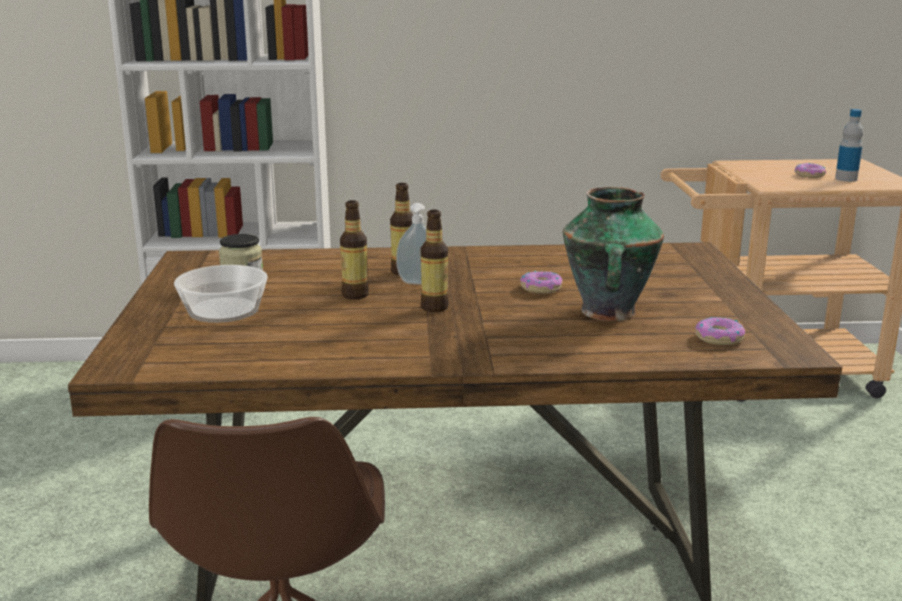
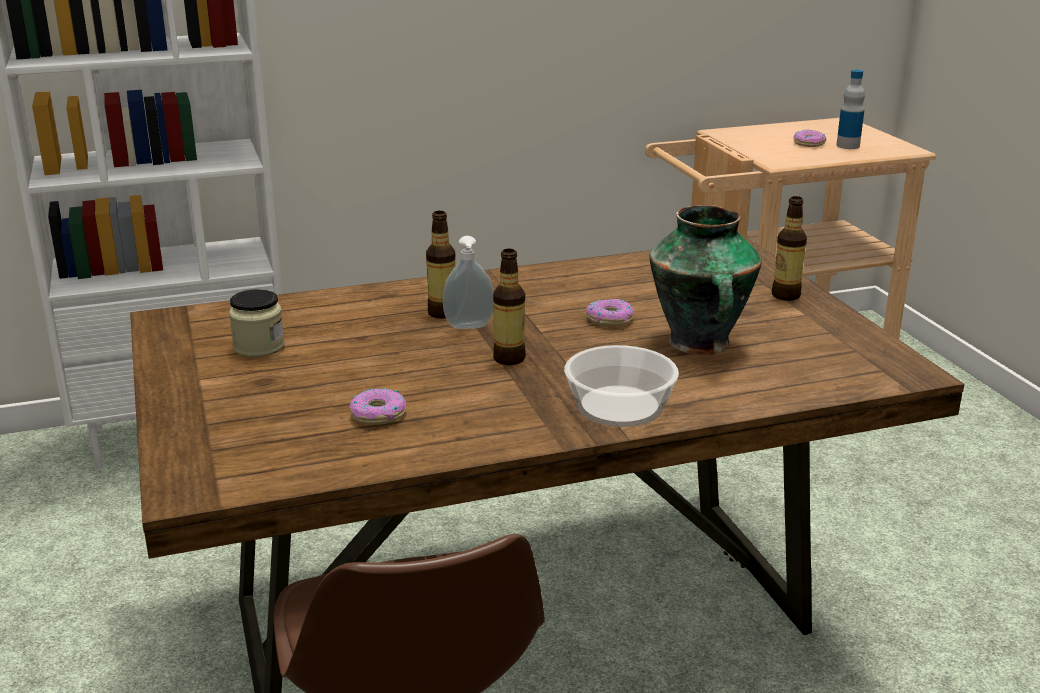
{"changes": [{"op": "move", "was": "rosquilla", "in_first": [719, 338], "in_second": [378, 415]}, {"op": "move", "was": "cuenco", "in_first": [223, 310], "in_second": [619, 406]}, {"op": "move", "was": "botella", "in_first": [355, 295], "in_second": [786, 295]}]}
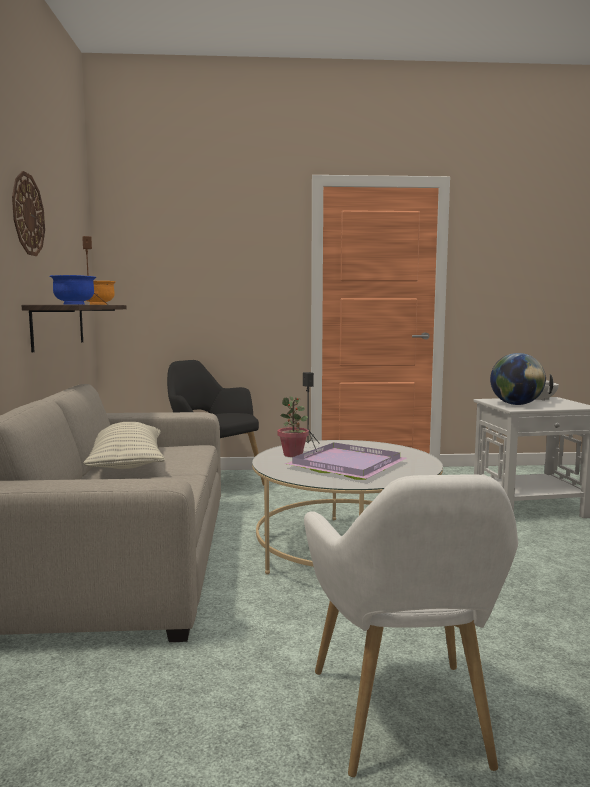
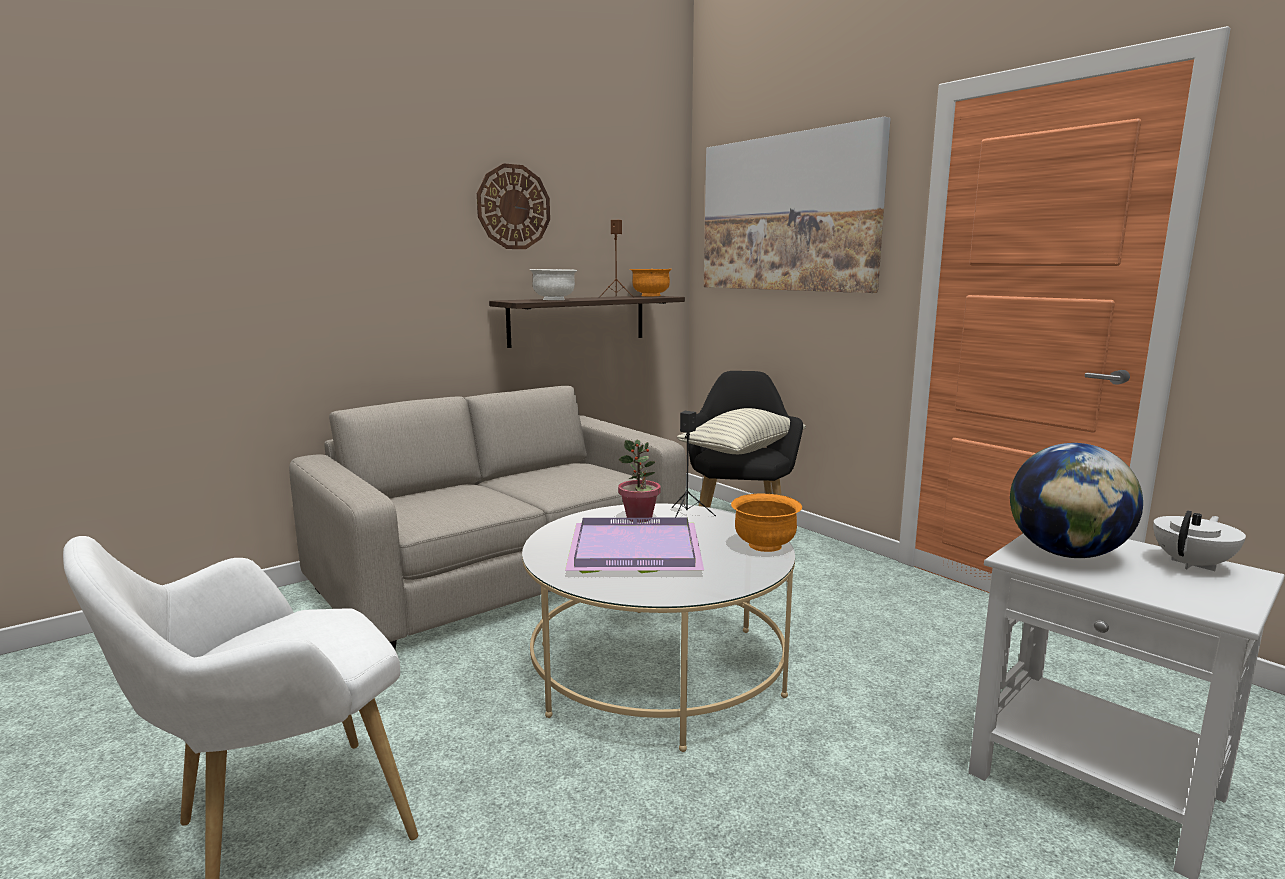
{"changes": [{"op": "recolor", "was": "cuenco [azul]", "now": "cuenco [blanco]", "in_first": [74, 304], "in_second": [554, 300]}, {"op": "move", "was": "cojín", "in_first": [127, 464], "in_second": [742, 451]}, {"op": "insert", "now": "cuadro", "in_second": [787, 214]}, {"op": "insert", "now": "cuenco [naranja]", "in_second": [764, 545]}]}
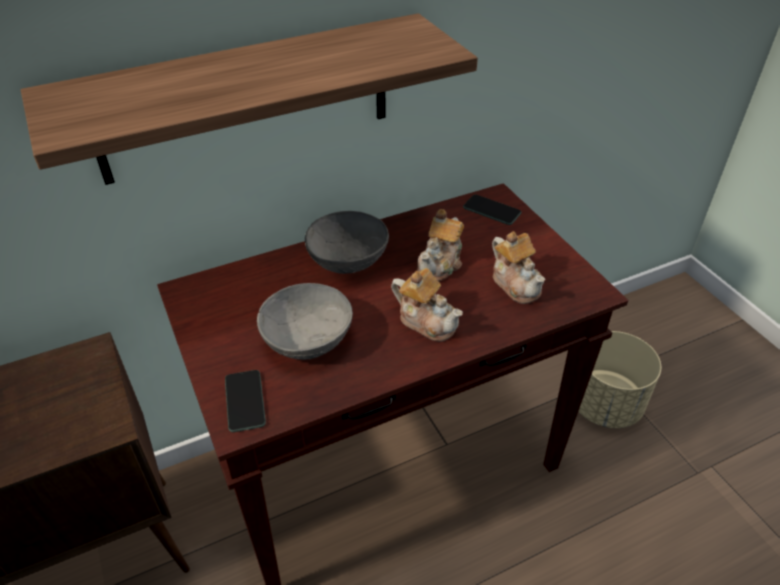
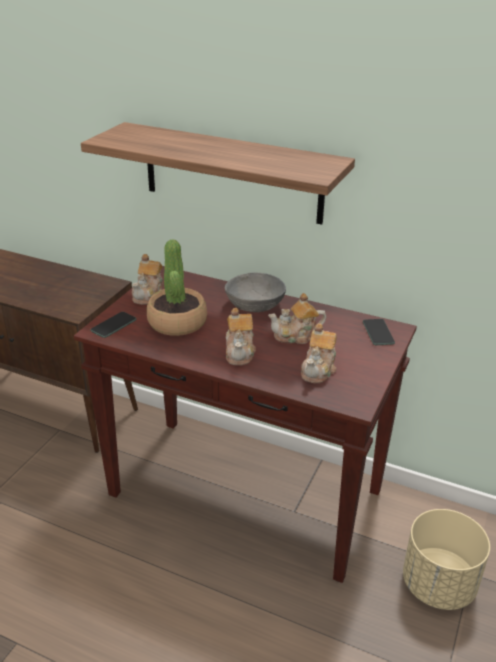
{"changes": [{"op": "insert", "now": "tetera", "in_second": [149, 295]}, {"op": "replace", "was": "cuenco [gris]", "now": "planta en maceta", "in_first": [309, 338], "in_second": [177, 322]}]}
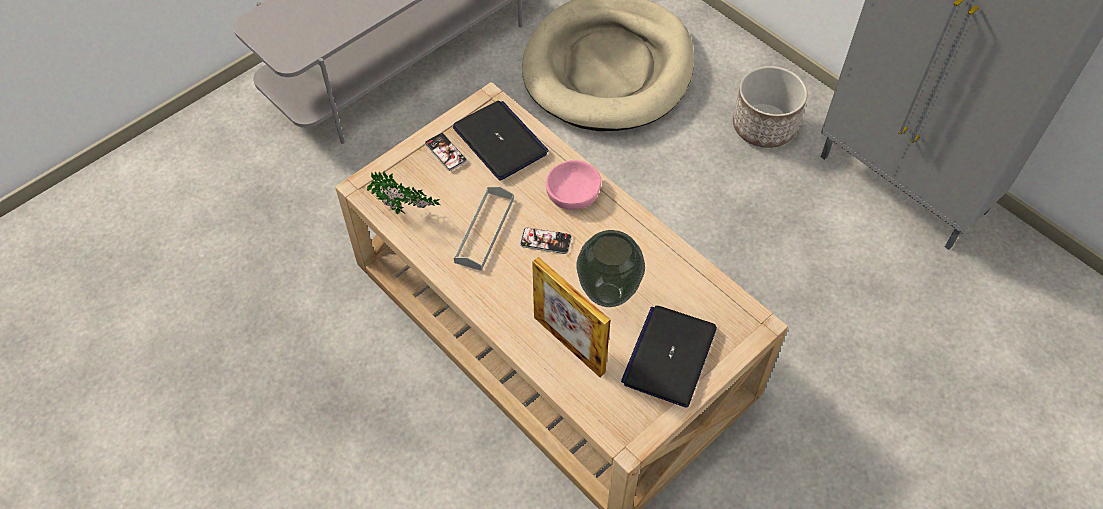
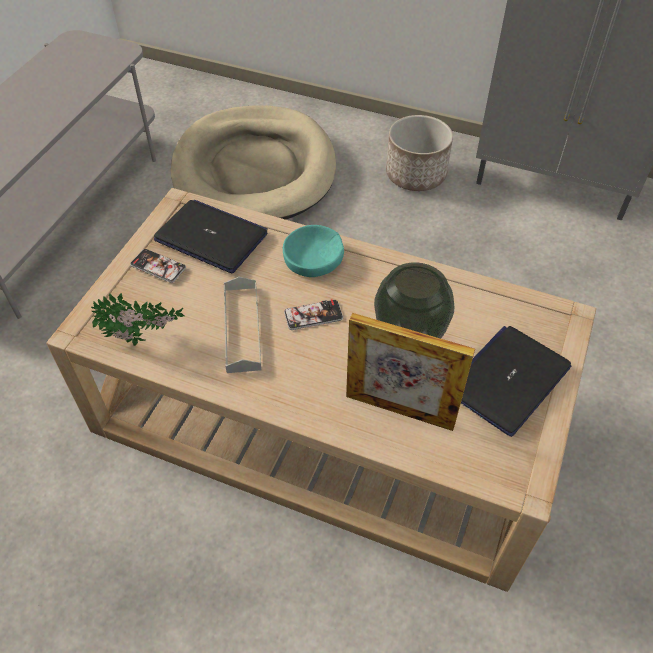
{"changes": [{"op": "recolor", "was": "cuenco [rosa]", "now": "cuenco [turquesa]", "in_first": [573, 190], "in_second": [313, 257]}, {"op": "rotate", "was": "portátil", "in_first": [669, 356], "in_second": [508, 379], "clockwise": 45}]}
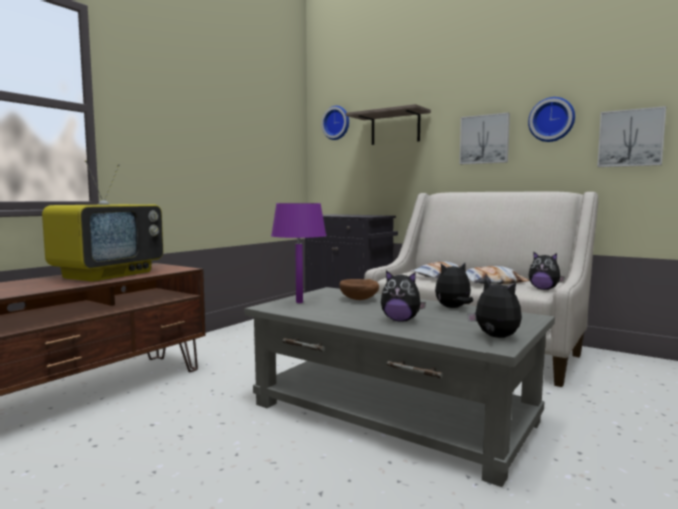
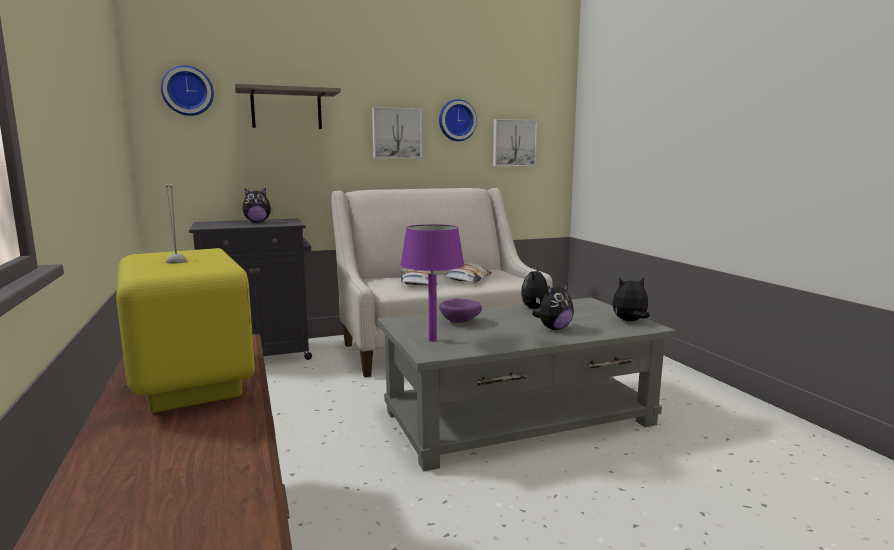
{"changes": [{"op": "move", "was": "peluche", "in_first": [544, 289], "in_second": [257, 222]}, {"op": "recolor", "was": "cuenco [marrón]", "now": "cuenco [morado]", "in_first": [359, 300], "in_second": [461, 322]}]}
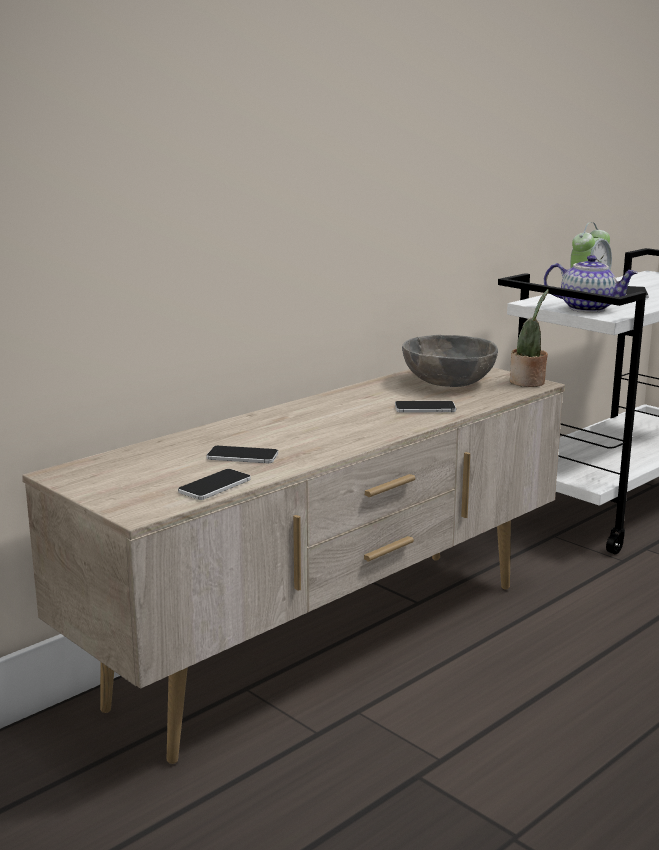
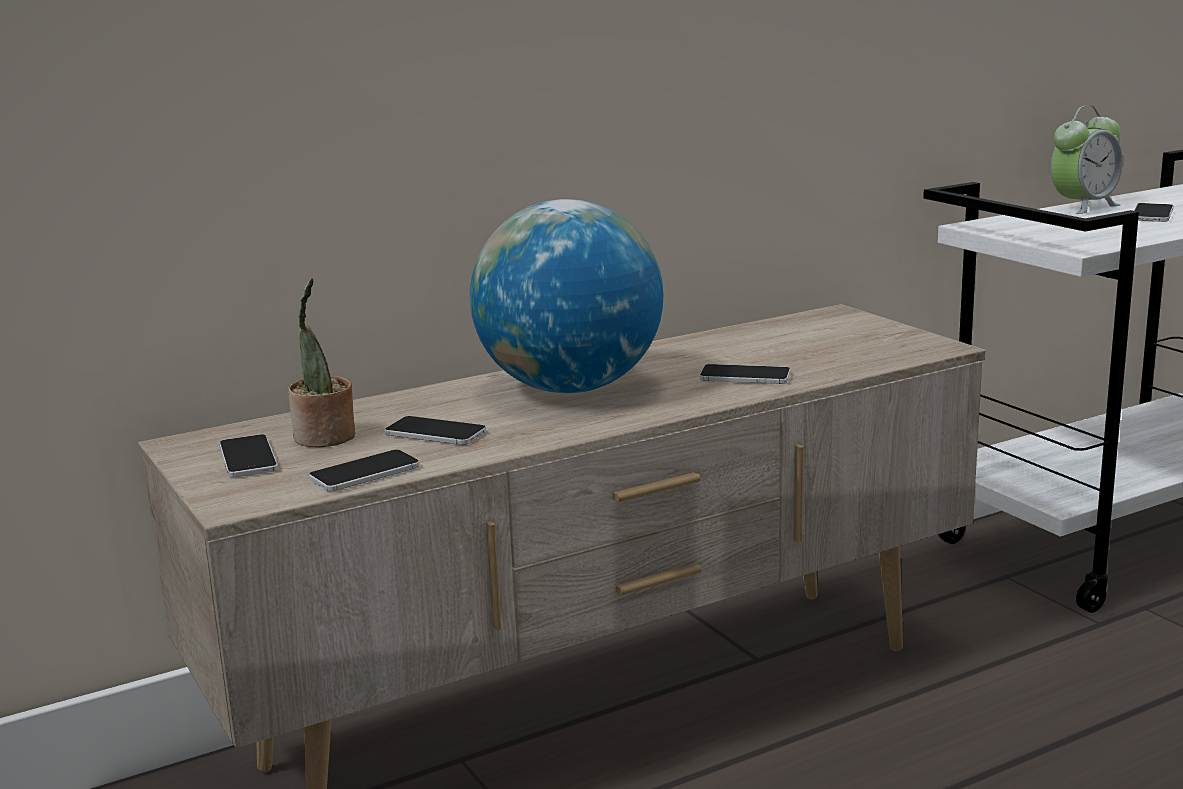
{"changes": [{"op": "insert", "now": "móvil", "in_second": [248, 458]}, {"op": "move", "was": "planta en maceta", "in_first": [528, 383], "in_second": [324, 438]}, {"op": "insert", "now": "globo terráqueo", "in_second": [569, 388]}, {"op": "delete", "was": "cuenco [gris]", "in_first": [448, 382]}, {"op": "delete", "was": "tetera", "in_first": [588, 308]}]}
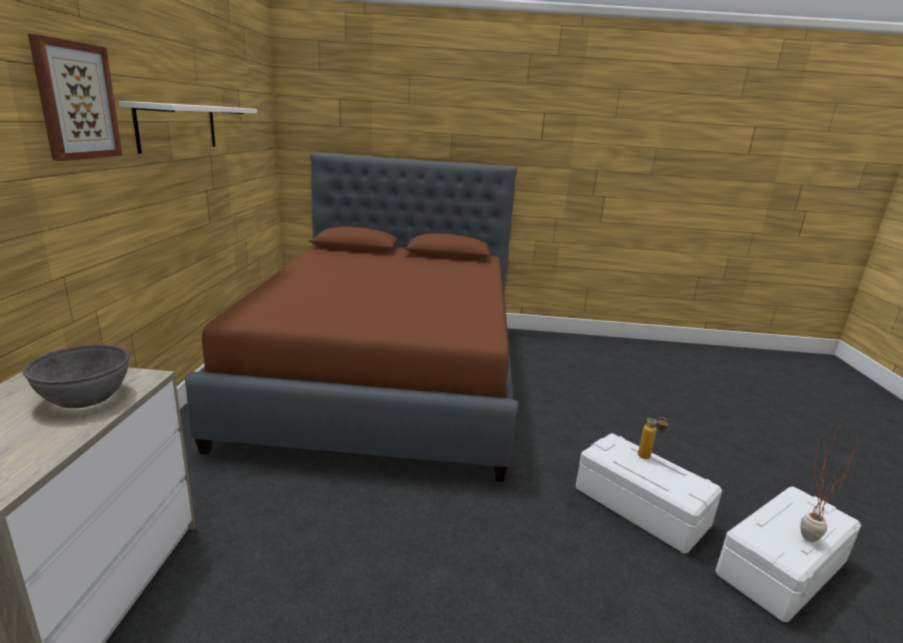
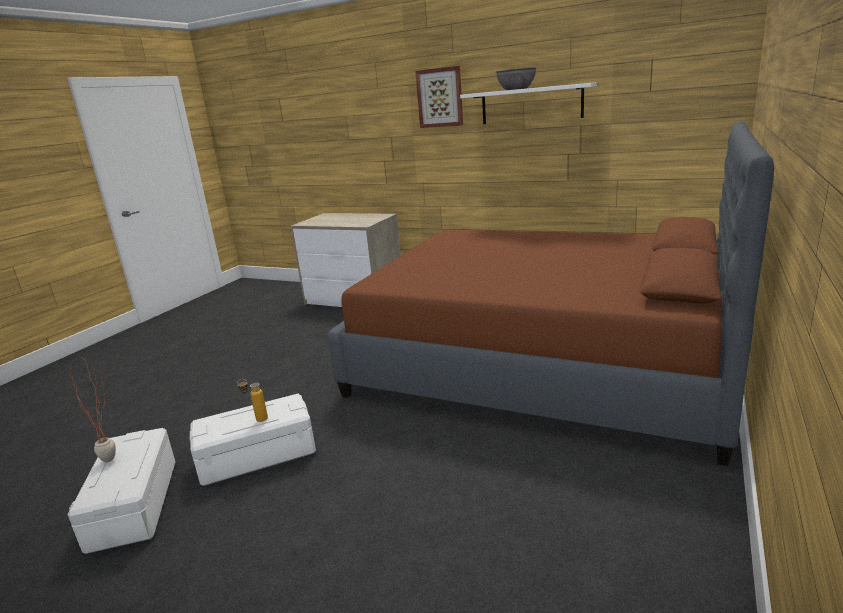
{"changes": [{"op": "move", "was": "cuenco [gris]", "in_first": [85, 397], "in_second": [516, 89]}]}
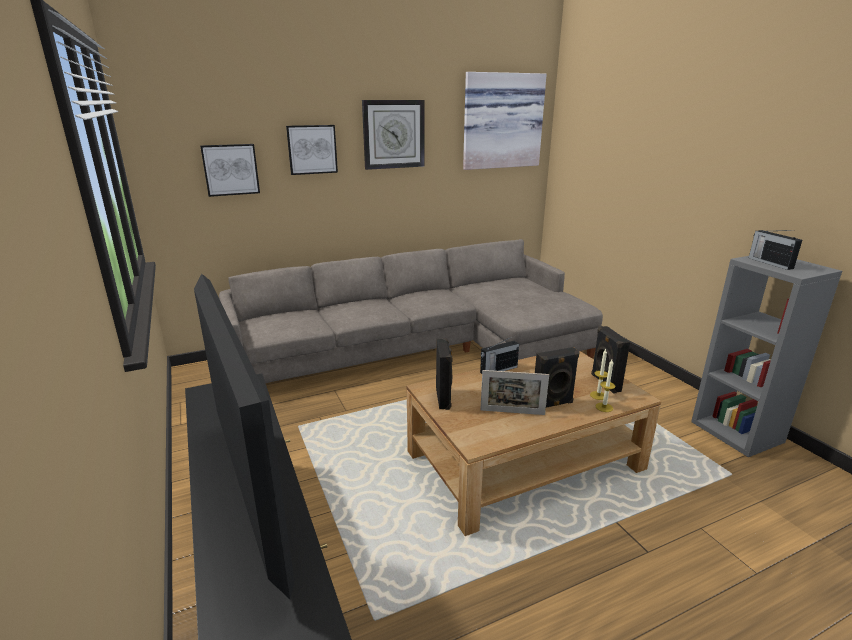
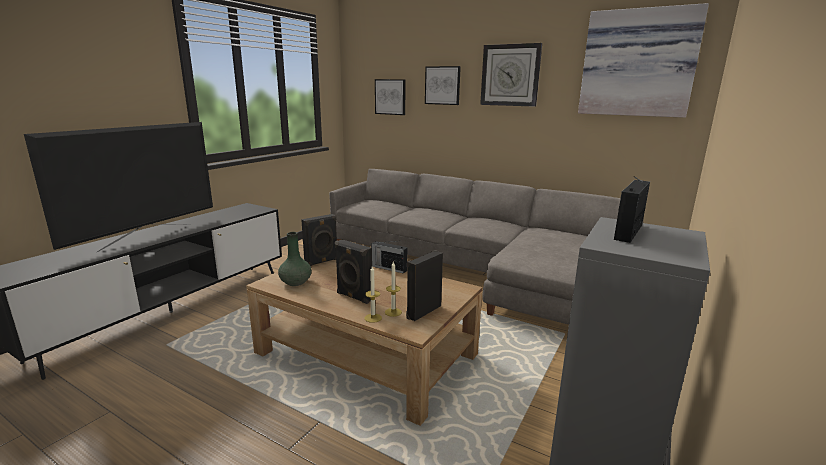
{"changes": [{"op": "insert", "now": "florero [verde]", "in_second": [296, 282]}, {"op": "delete", "was": "portarretratos", "in_first": [512, 412]}]}
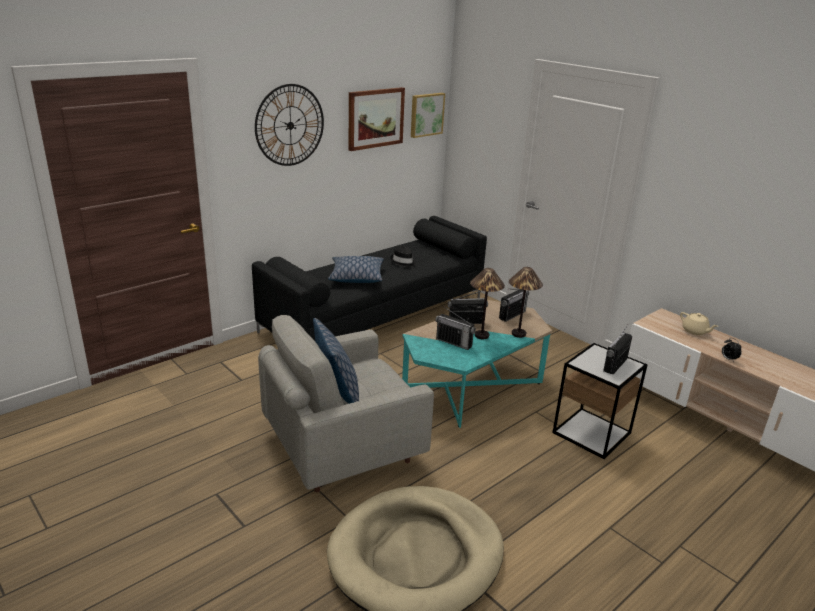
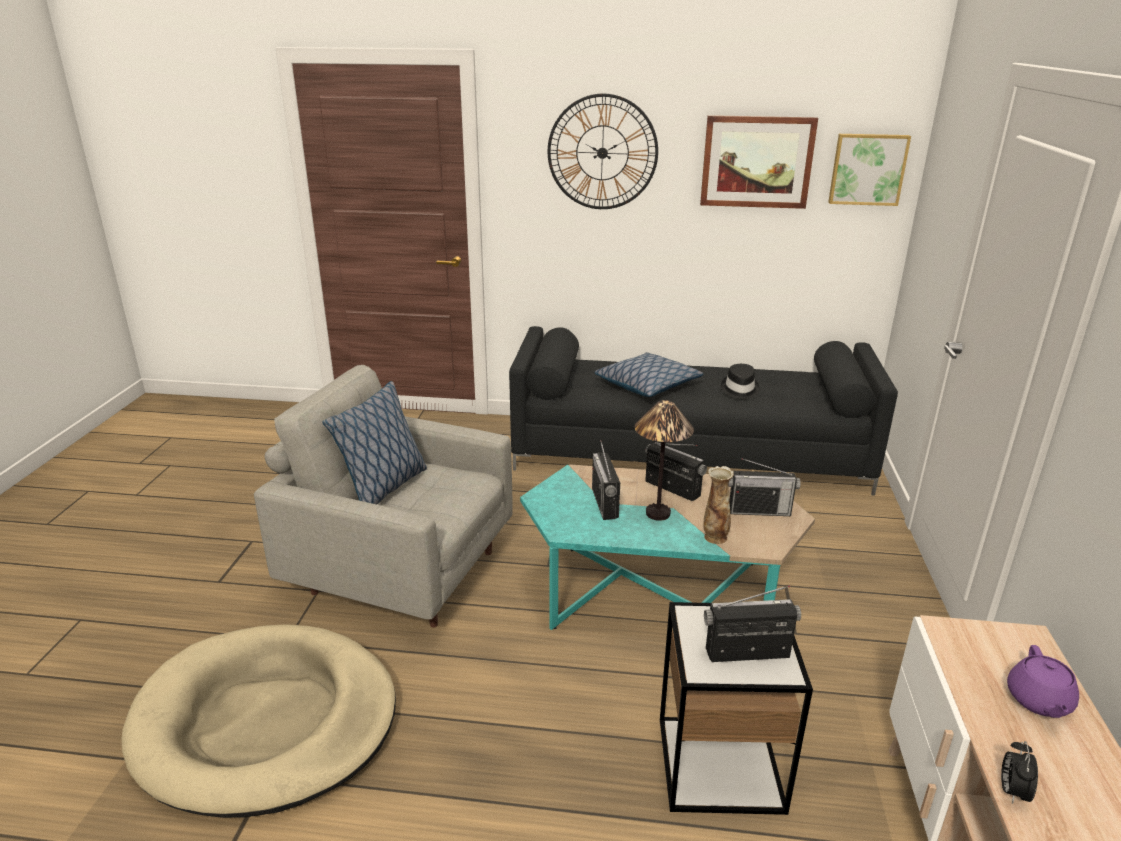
{"changes": [{"op": "replace", "was": "lámpara de mesa", "now": "florero", "in_first": [518, 334], "in_second": [714, 537]}, {"op": "recolor", "was": "tetera [beis]", "now": "tetera [morado]", "in_first": [695, 331], "in_second": [1038, 701]}]}
